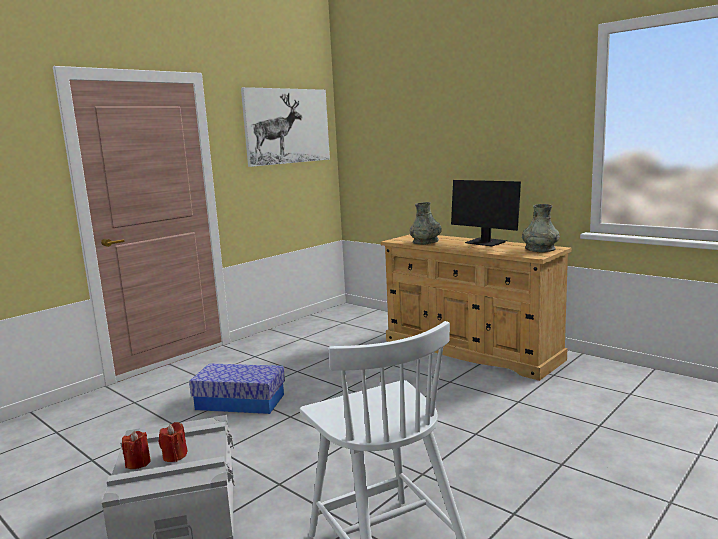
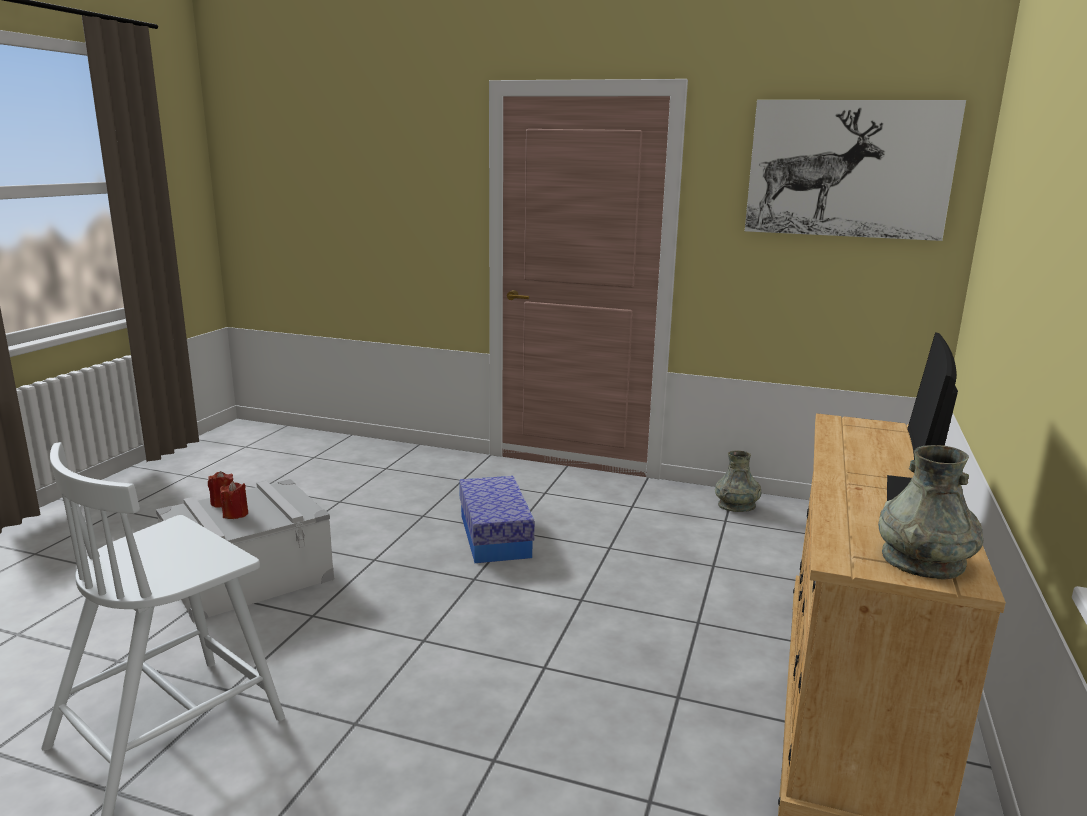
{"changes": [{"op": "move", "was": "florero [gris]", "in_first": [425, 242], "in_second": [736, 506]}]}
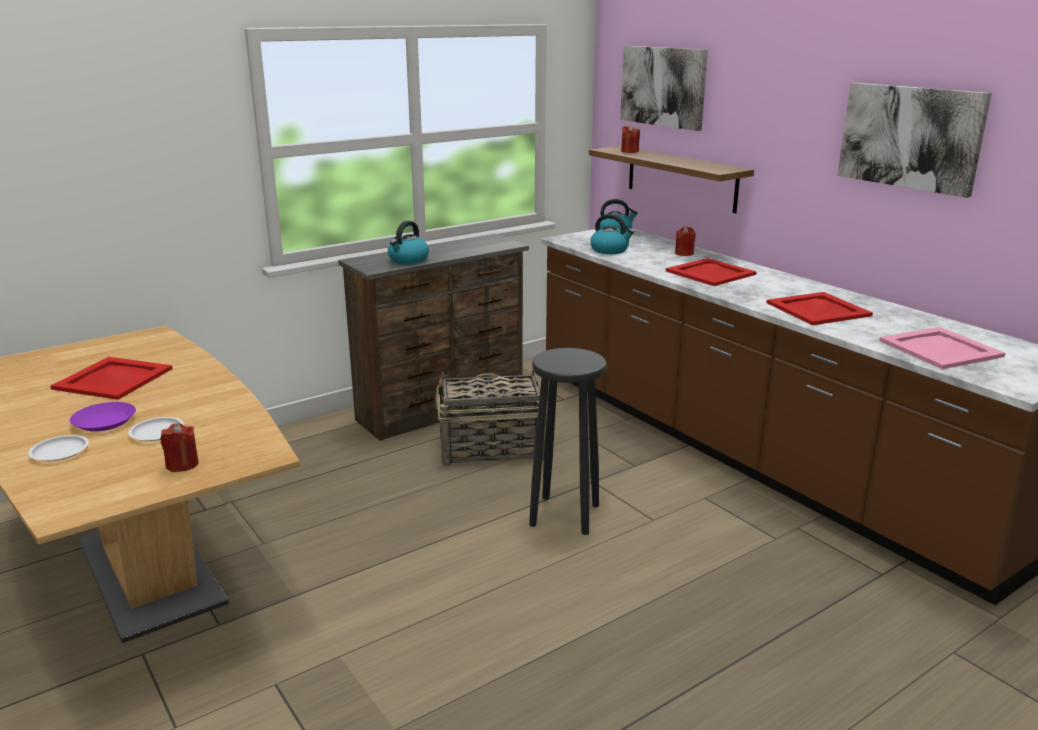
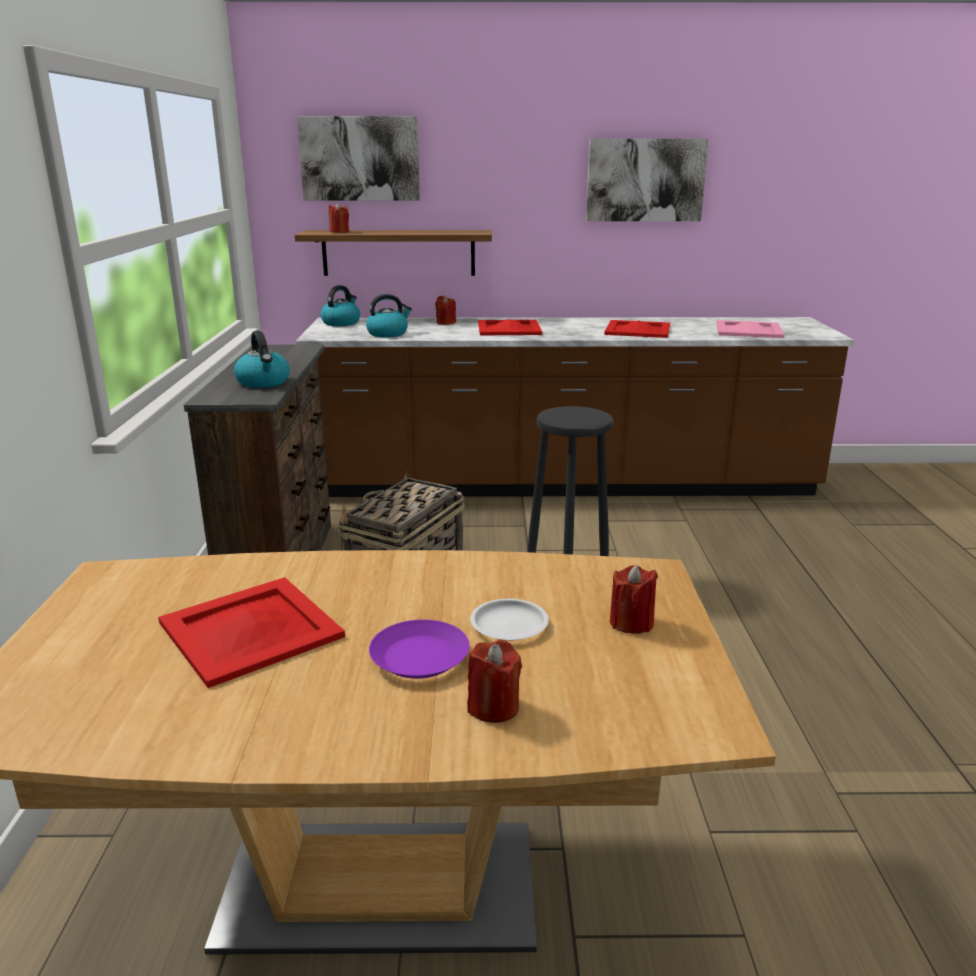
{"changes": [{"op": "replace", "was": "plato [blanco]", "now": "vela [rojo]", "in_first": [59, 452], "in_second": [493, 707]}]}
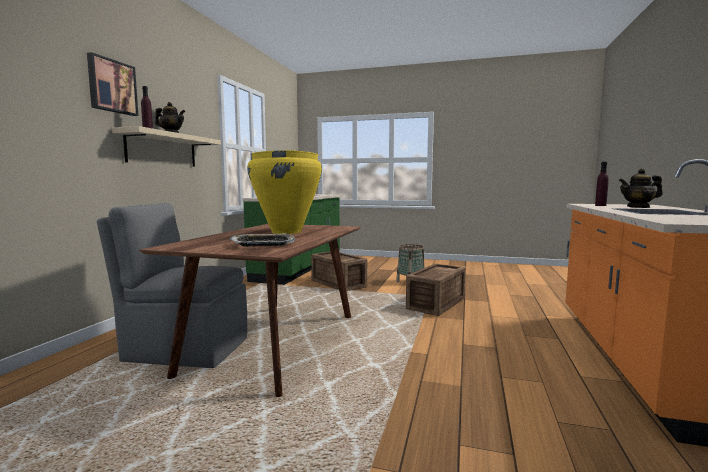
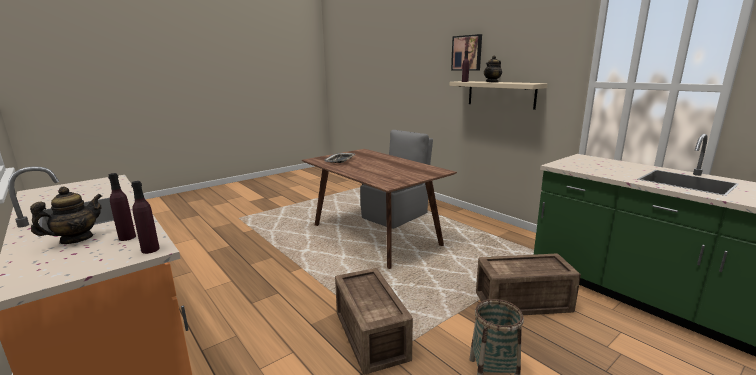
{"changes": [{"op": "insert", "now": "botella [morado]", "in_second": [150, 249]}, {"op": "delete", "was": "florero [amarillo]", "in_first": [286, 232]}]}
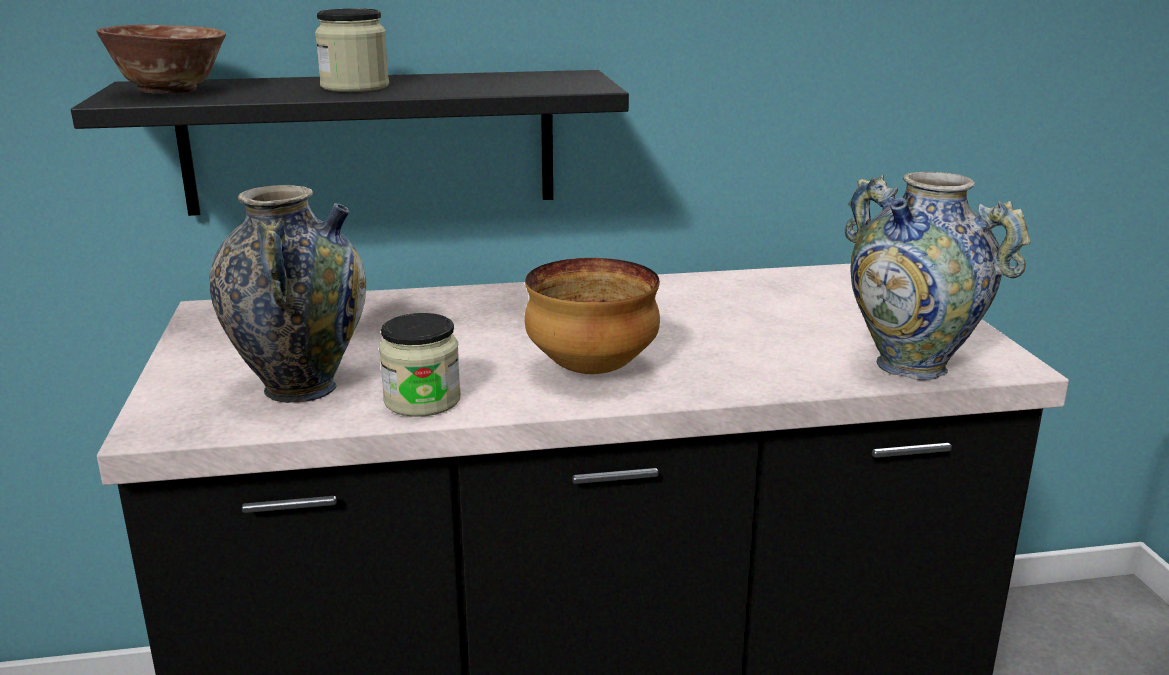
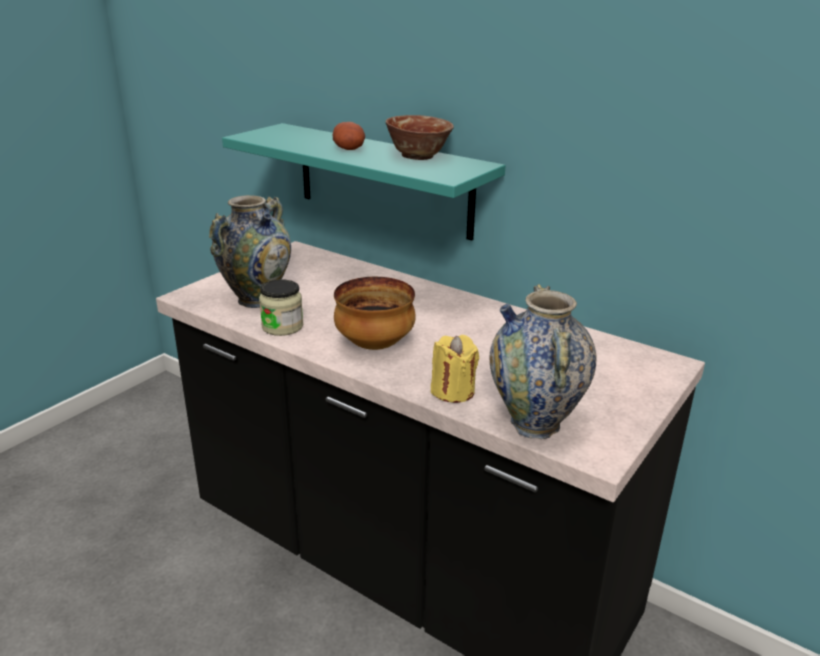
{"changes": [{"op": "recolor", "was": "estante [negro]", "now": "estante [turquesa]", "in_first": [370, 142], "in_second": [383, 180]}, {"op": "replace", "was": "tarro", "now": "patata", "in_first": [355, 86], "in_second": [349, 149]}, {"op": "move", "was": "cuenco", "in_first": [170, 91], "in_second": [418, 157]}, {"op": "insert", "now": "vela [amarillo]", "in_second": [453, 391]}]}
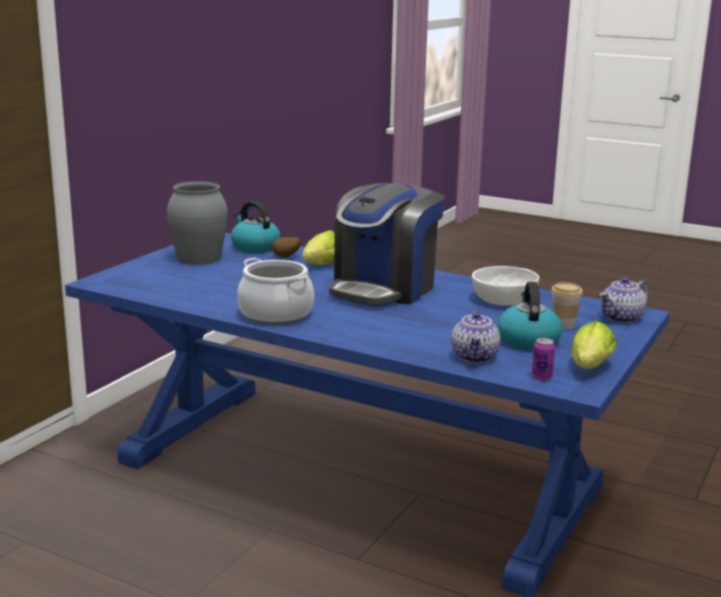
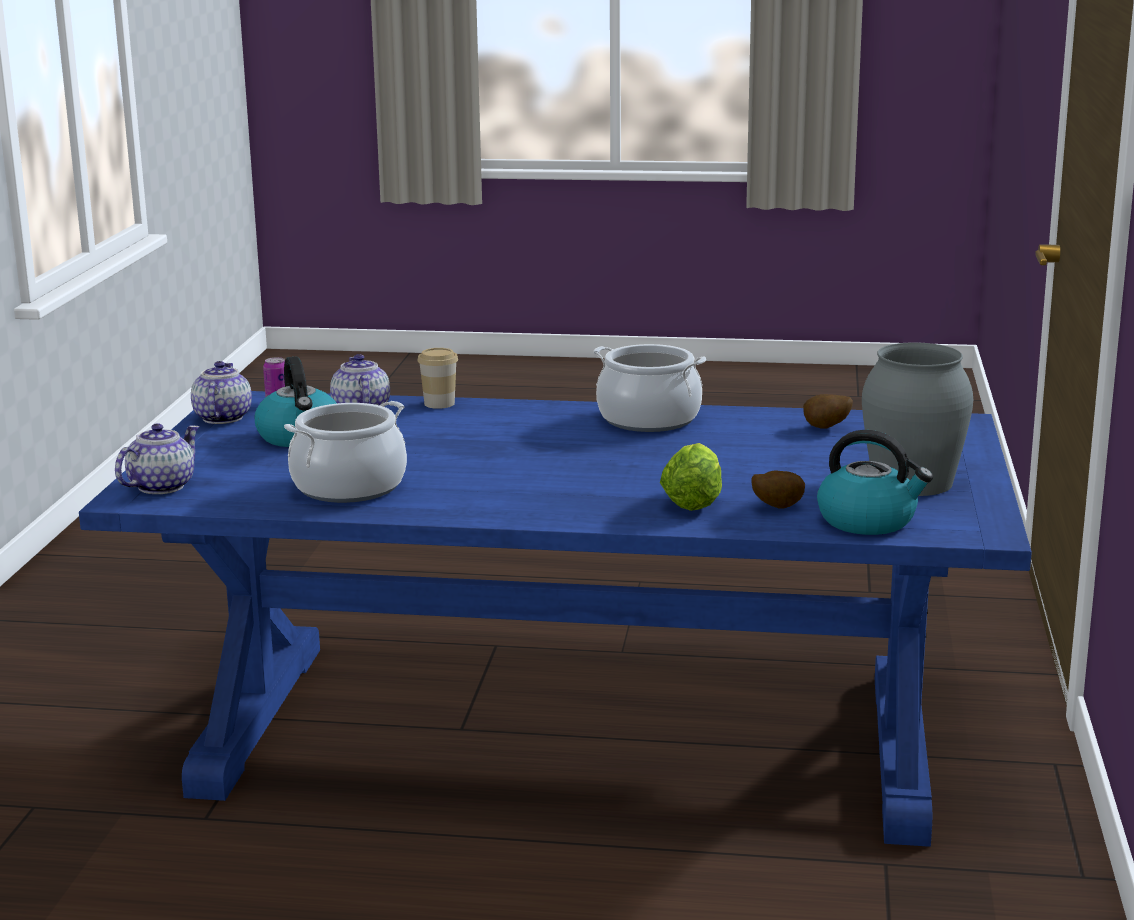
{"changes": [{"op": "replace", "was": "lechuga", "now": "tetera", "in_first": [589, 369], "in_second": [221, 418]}, {"op": "replace", "was": "cuenco [blanco]", "now": "olla", "in_first": [503, 300], "in_second": [348, 487]}, {"op": "move", "was": "taza", "in_first": [563, 324], "in_second": [439, 404]}, {"op": "insert", "now": "patata", "in_second": [826, 428]}, {"op": "delete", "was": "cafetera", "in_first": [384, 289]}]}
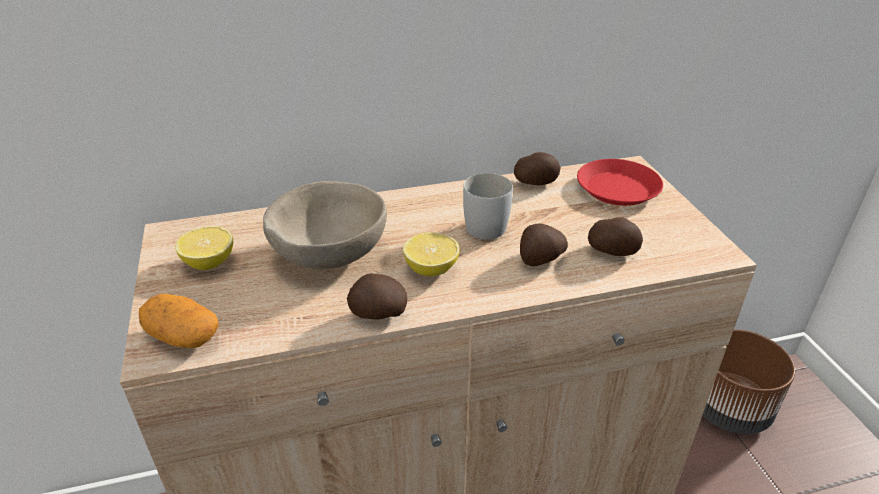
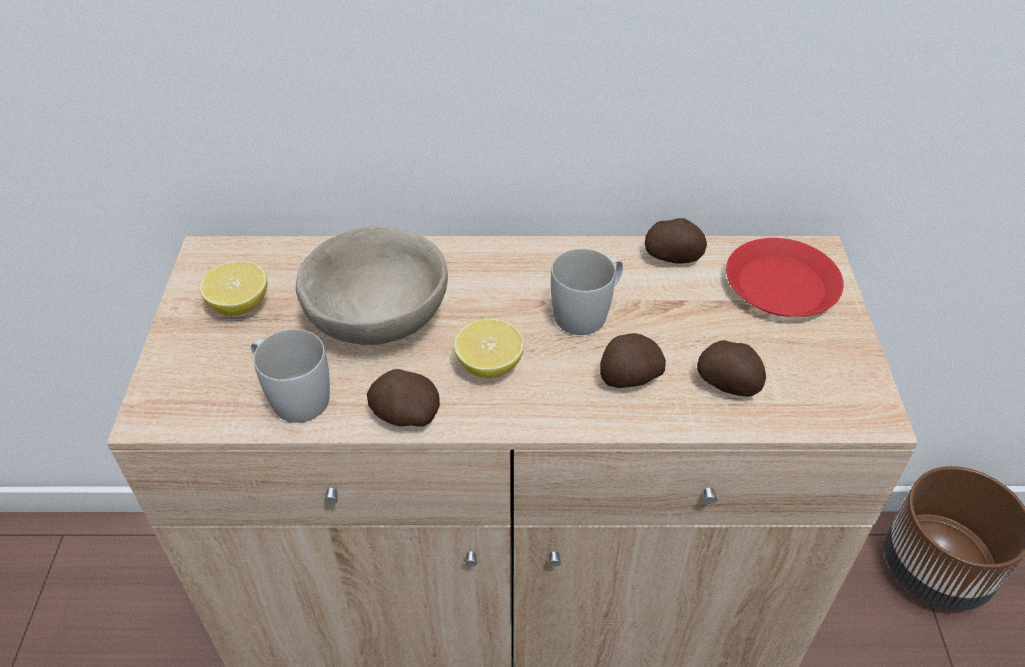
{"changes": [{"op": "insert", "now": "taza grande [blanco]", "in_second": [292, 395]}, {"op": "delete", "was": "patata", "in_first": [183, 337]}]}
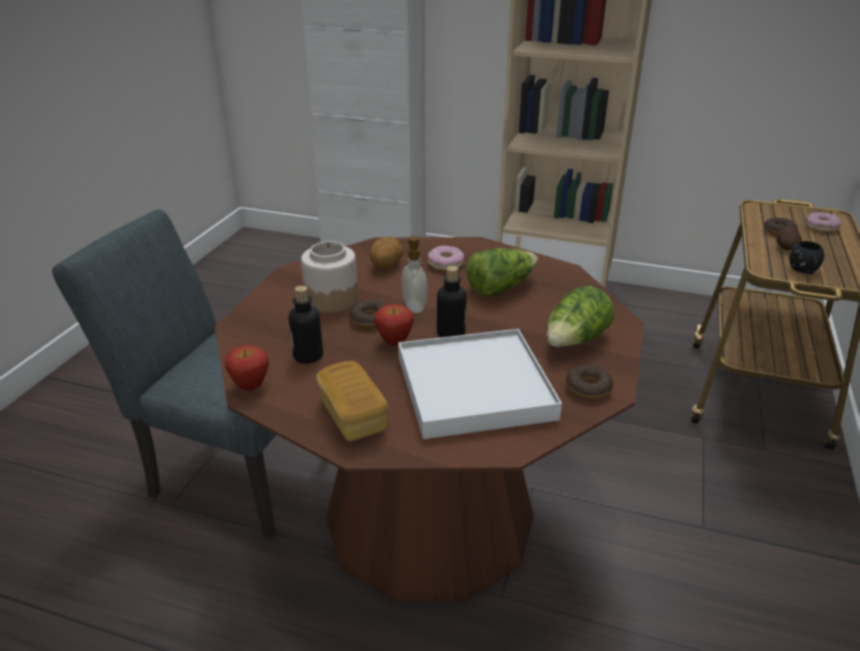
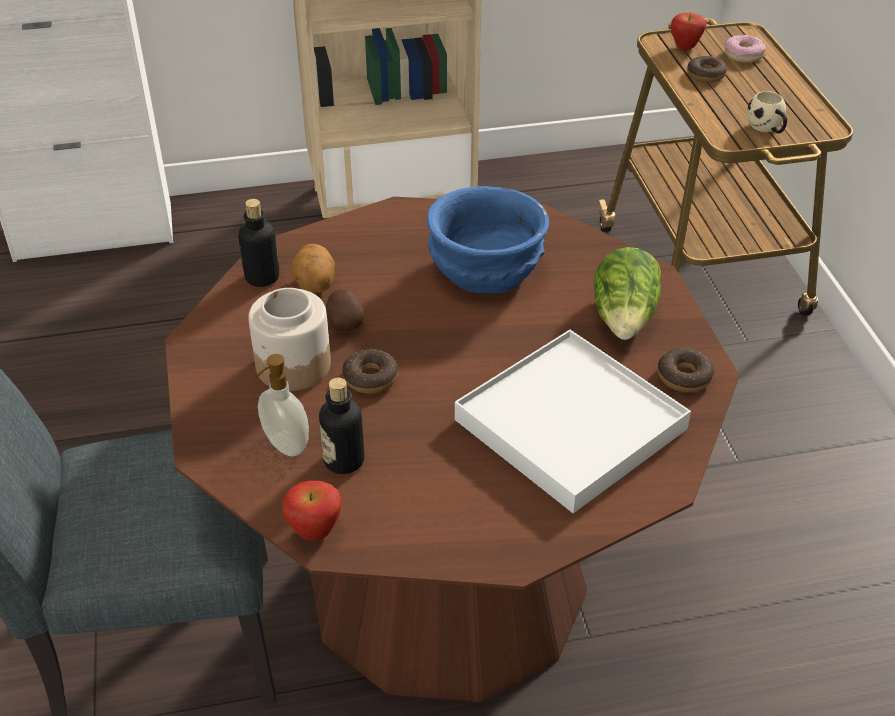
{"changes": [{"op": "move", "was": "botella", "in_first": [451, 334], "in_second": [262, 277]}, {"op": "move", "was": "dispensador de jabón", "in_first": [413, 307], "in_second": [285, 445]}, {"op": "move", "was": "patata", "in_first": [785, 248], "in_second": [344, 323]}, {"op": "replace", "was": "lechuga", "now": "cuenco [azul]", "in_first": [500, 288], "in_second": [483, 271]}, {"op": "move", "was": "manzana", "in_first": [394, 342], "in_second": [685, 48]}, {"op": "recolor", "was": "taza grande [negro]", "now": "taza grande [beis]", "in_first": [804, 271], "in_second": [767, 128]}, {"op": "delete", "was": "pan", "in_first": [353, 416]}, {"op": "delete", "was": "rosquilla", "in_first": [445, 264]}]}
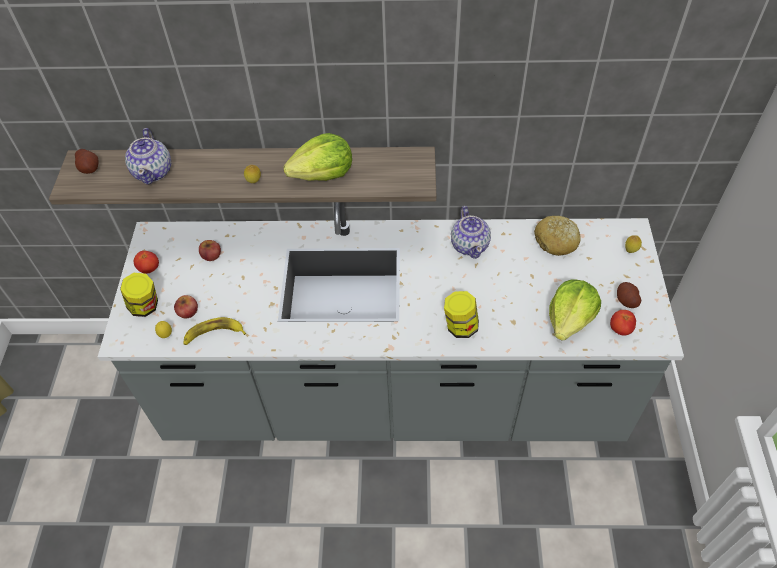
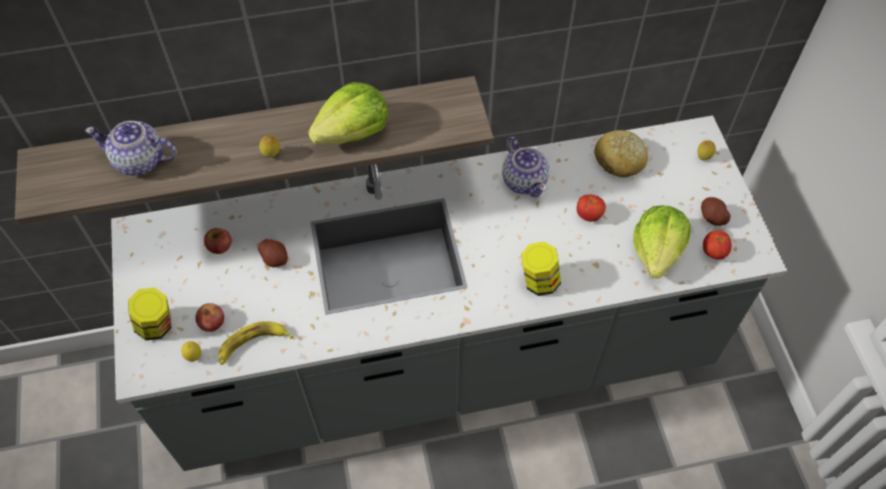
{"changes": [{"op": "rotate", "was": "tetera", "in_first": [153, 171], "in_second": [140, 161], "clockwise": 120}, {"op": "move", "was": "patata", "in_first": [89, 168], "in_second": [275, 258]}, {"op": "move", "was": "tomate", "in_first": [149, 269], "in_second": [589, 215]}]}
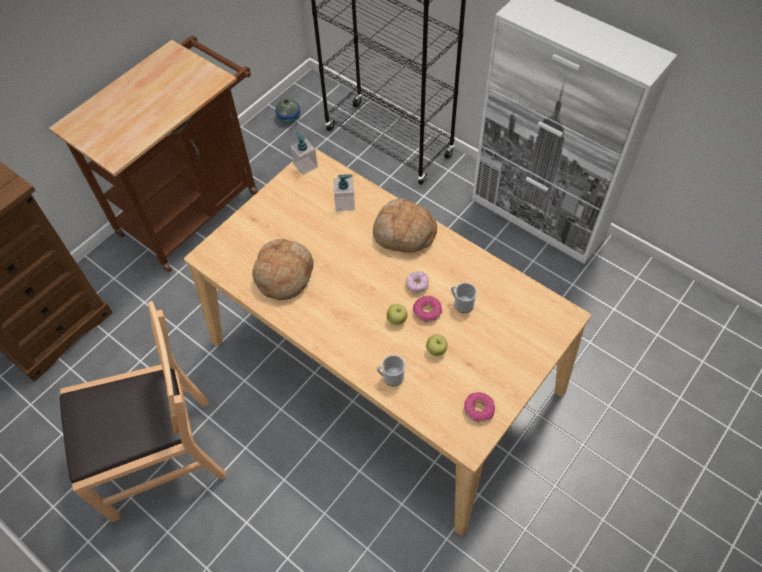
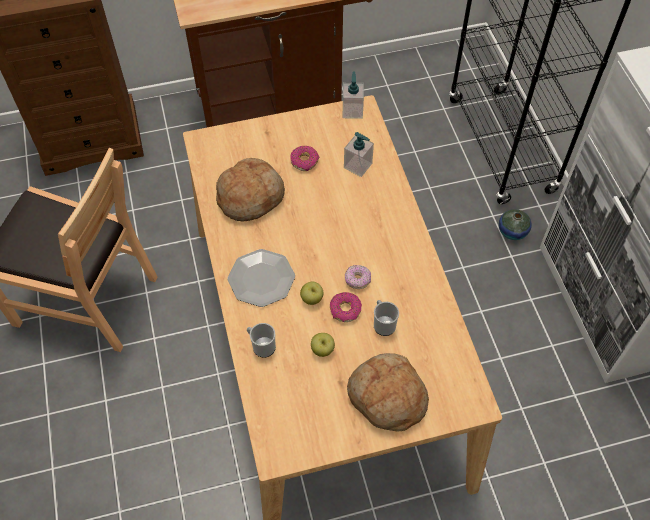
{"changes": [{"op": "insert", "now": "plato", "in_second": [261, 278]}, {"op": "move", "was": "rosquilla", "in_first": [479, 409], "in_second": [304, 161]}, {"op": "move", "was": "pan", "in_first": [404, 233], "in_second": [387, 397]}, {"op": "move", "was": "florero", "in_first": [289, 117], "in_second": [512, 231]}]}
